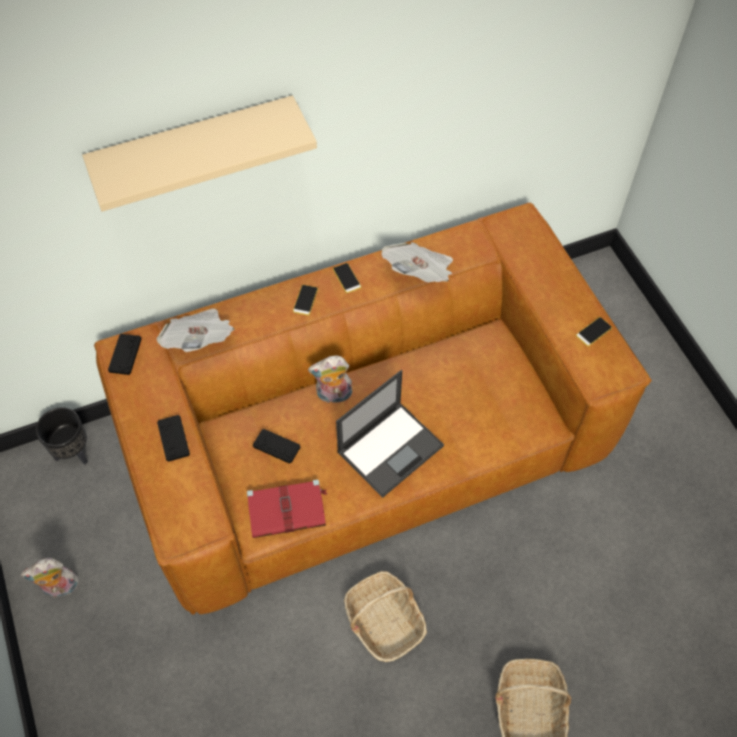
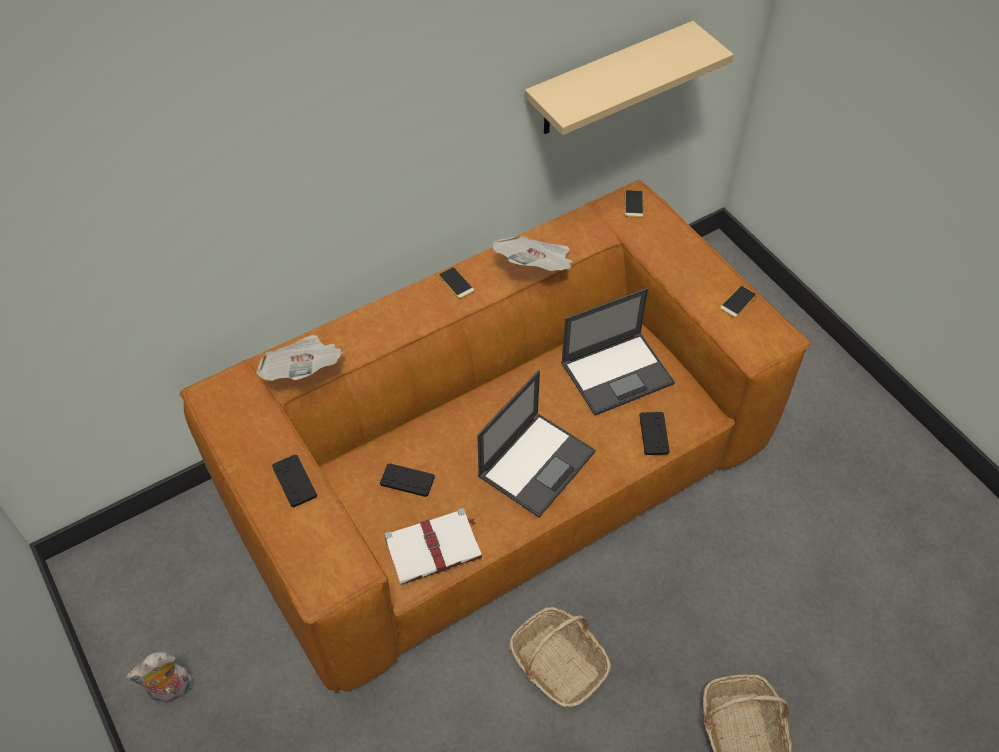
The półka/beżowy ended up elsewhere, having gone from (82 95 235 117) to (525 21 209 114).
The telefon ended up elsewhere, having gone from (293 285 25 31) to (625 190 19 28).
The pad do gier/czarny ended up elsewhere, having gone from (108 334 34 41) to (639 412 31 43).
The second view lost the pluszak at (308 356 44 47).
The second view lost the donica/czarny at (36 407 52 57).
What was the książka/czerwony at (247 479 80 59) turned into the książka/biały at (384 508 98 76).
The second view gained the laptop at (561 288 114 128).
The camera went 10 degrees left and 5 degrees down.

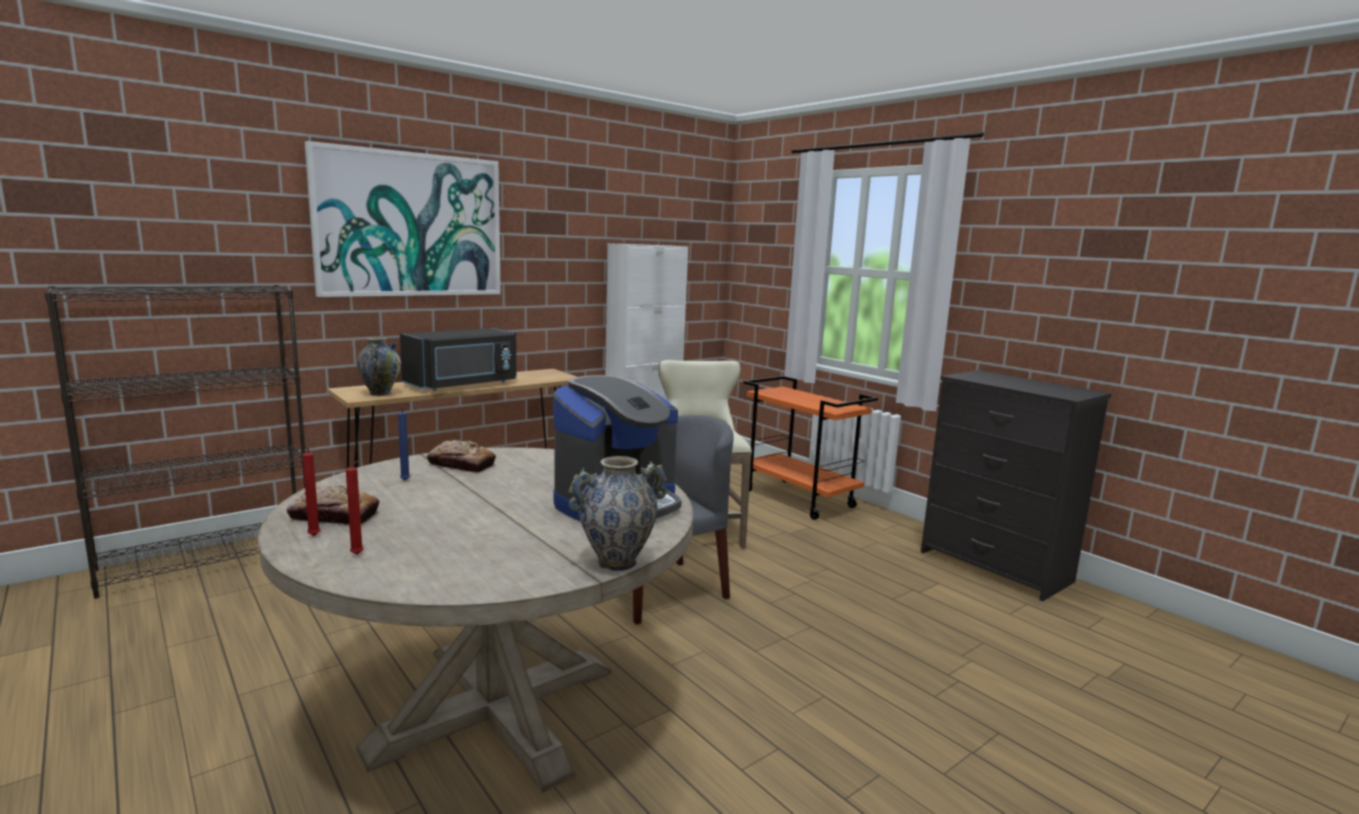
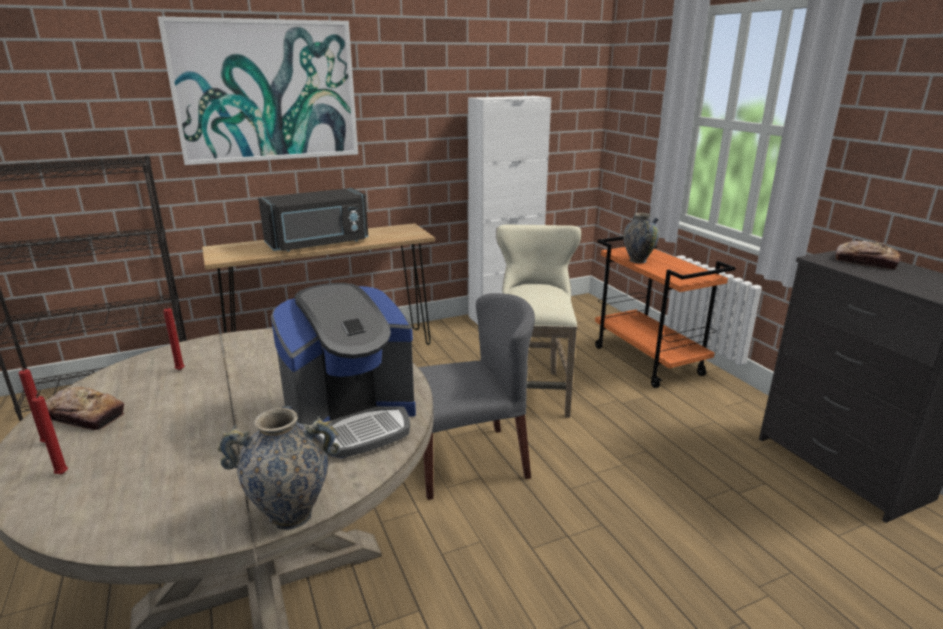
The wazon ended up elsewhere, having gone from (357 337 44 59) to (623 213 36 50).
What was the świeca/niebieski at (398 407 12 74) turned into the świeca/czerwony at (162 305 22 65).
The chleb ended up elsewhere, having gone from (427 440 69 32) to (835 241 66 28).
The camera went 15 degrees right and 10 degrees up.

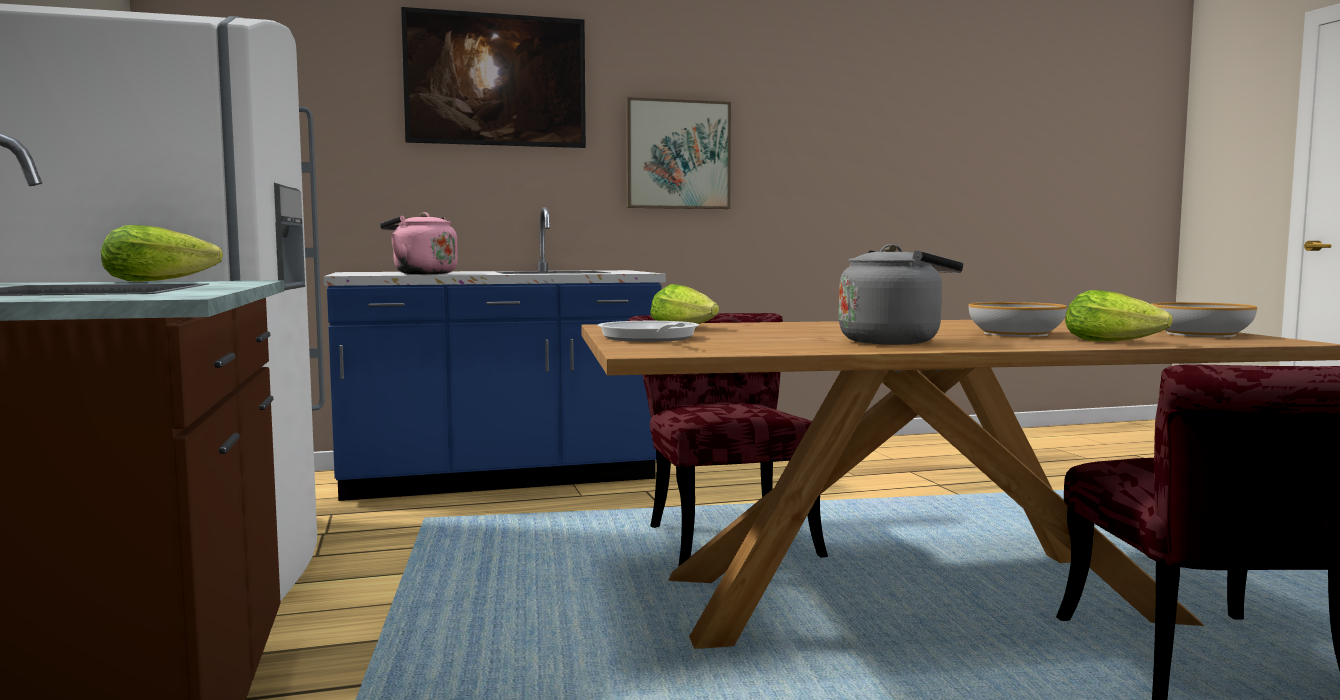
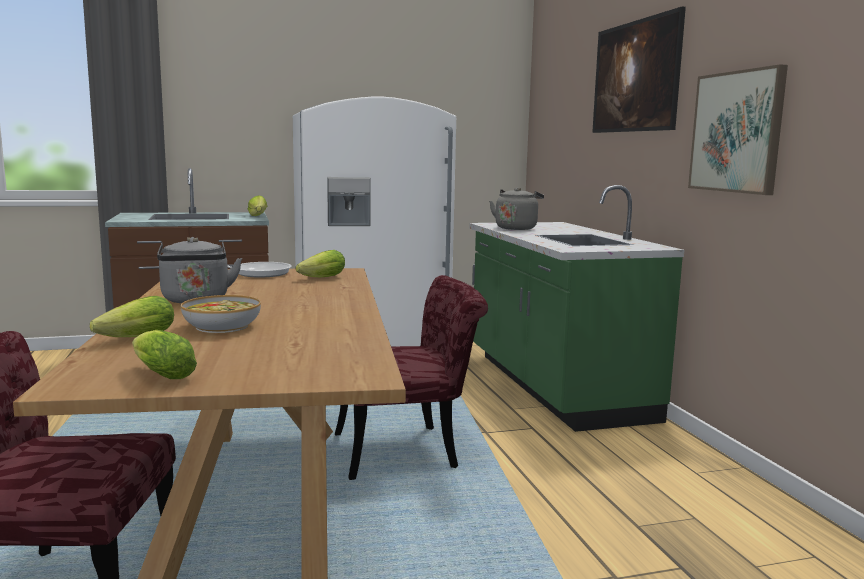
What was the zabudowa kuchenna/niebieski at (324 207 342 294) turned into the zabudowa kuchenna/zielony at (469 185 215 247).
What was the czajnik/różowy at (380 212 78 62) turned into the czajnik/szary at (489 187 55 43).
Where the miska stood at (1151 302 106 35), the sałata came to stand at (132 330 65 49).
The camera went 90 degrees right and 5 degrees up.

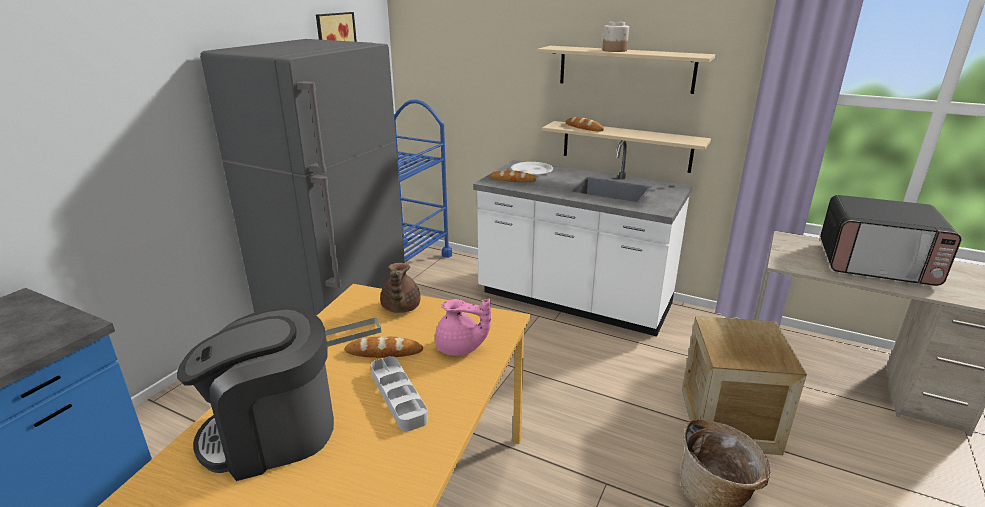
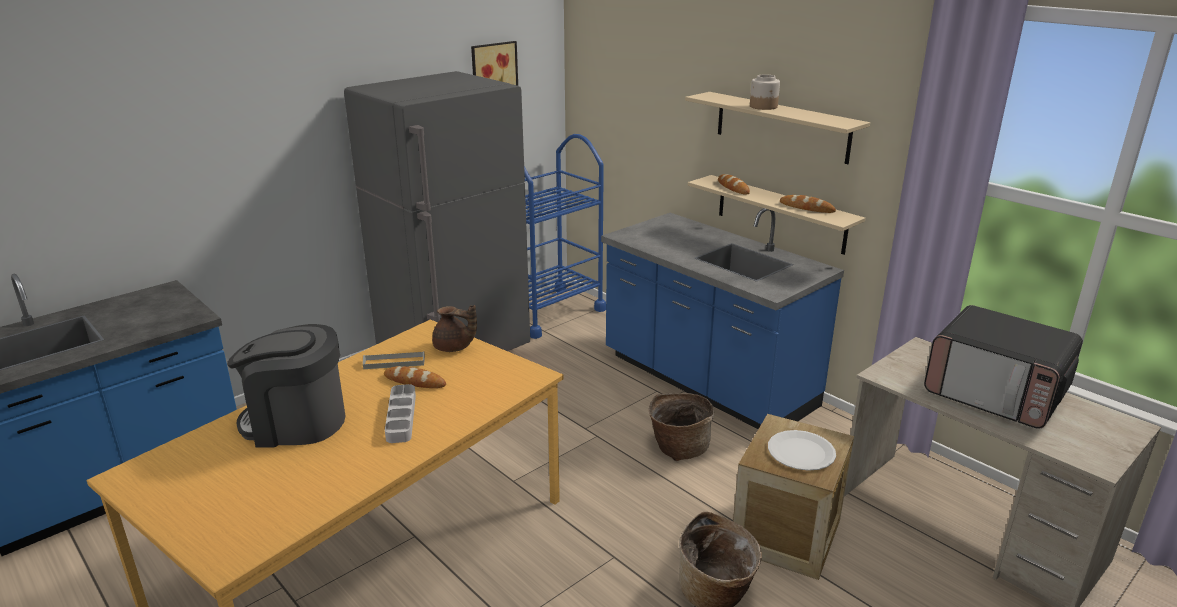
What was the zabudowa kuchenna/biały at (473 140 219 197) turned into the zabudowa kuchenna/niebieski at (601 208 243 221).
The talerz/biały ended up elsewhere, having gone from (511 162 42 13) to (768 430 68 41).
The chleb ended up elsewhere, having gone from (490 170 46 12) to (780 195 56 18).
The imbryk/brązowy at (380 263 41 50) ended up facing another way, 90 degrees counterclockwise from before.
The second view lost the imbryk/różowy at (435 299 56 57).
The second view gained the koszyk at (649 393 65 68).
The camera went 20 degrees right and 0 degrees up.

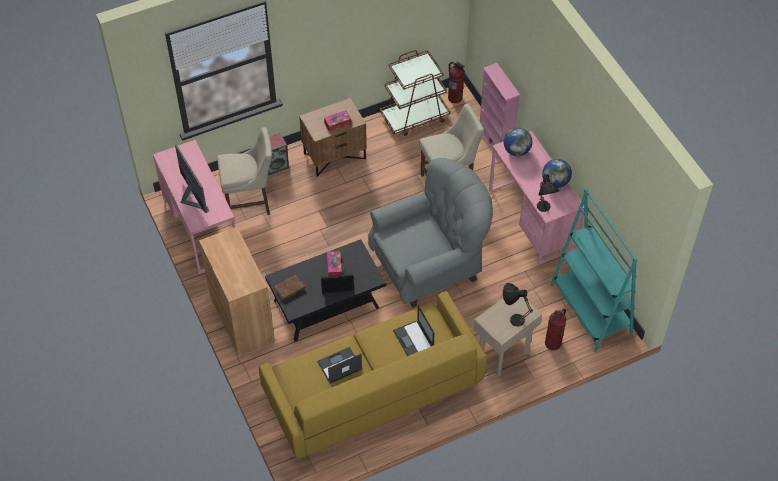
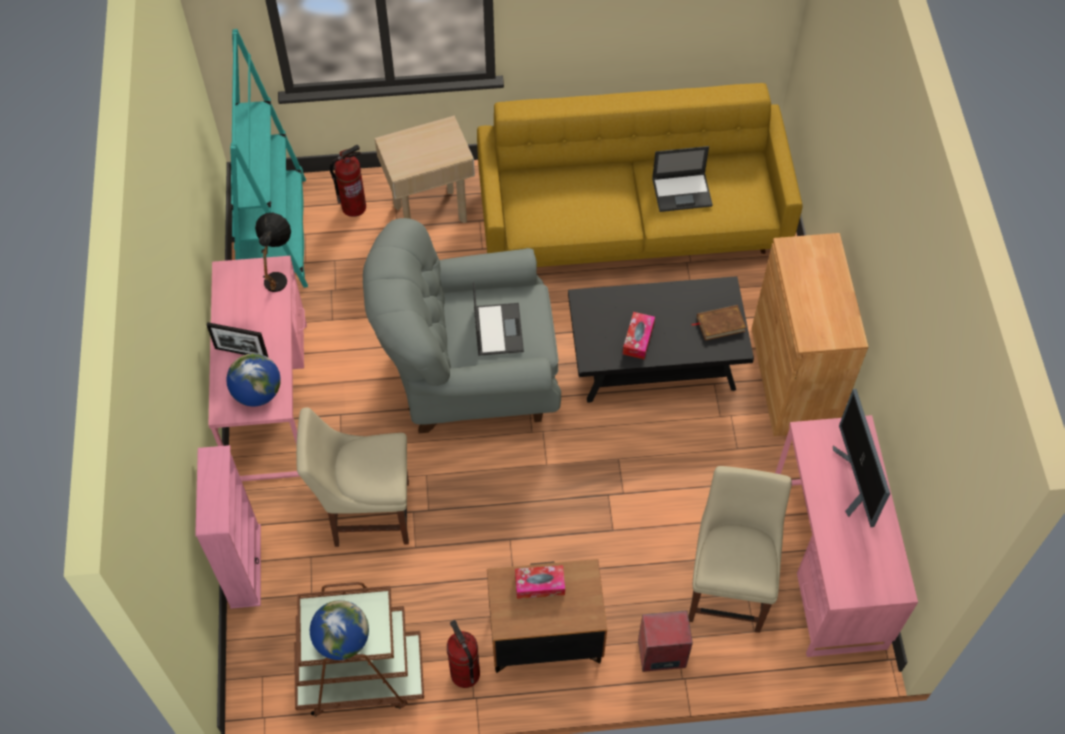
The gaśnica ended up elsewhere, having gone from (448 61 17 42) to (447 620 33 68).
The krzesło/beżowy at (217 127 55 88) ended up facing another way, 90 degrees clockwise from before.
The globus ended up elsewhere, having gone from (542 159 30 29) to (310 600 59 60).
The ramka na zdjęcie ended up elsewhere, having gone from (321 274 33 20) to (207 322 61 35).
The second view lost the lampa stołowa/czarny at (503 283 30 44).
The laptop ended up elsewhere, having gone from (393 305 42 51) to (473 282 51 74).
The camera went 160 degrees left and 5 degrees up.

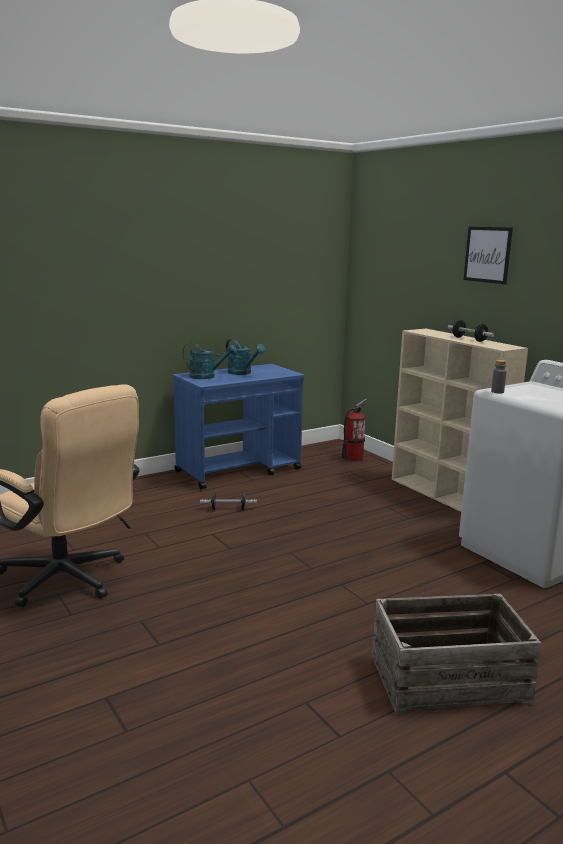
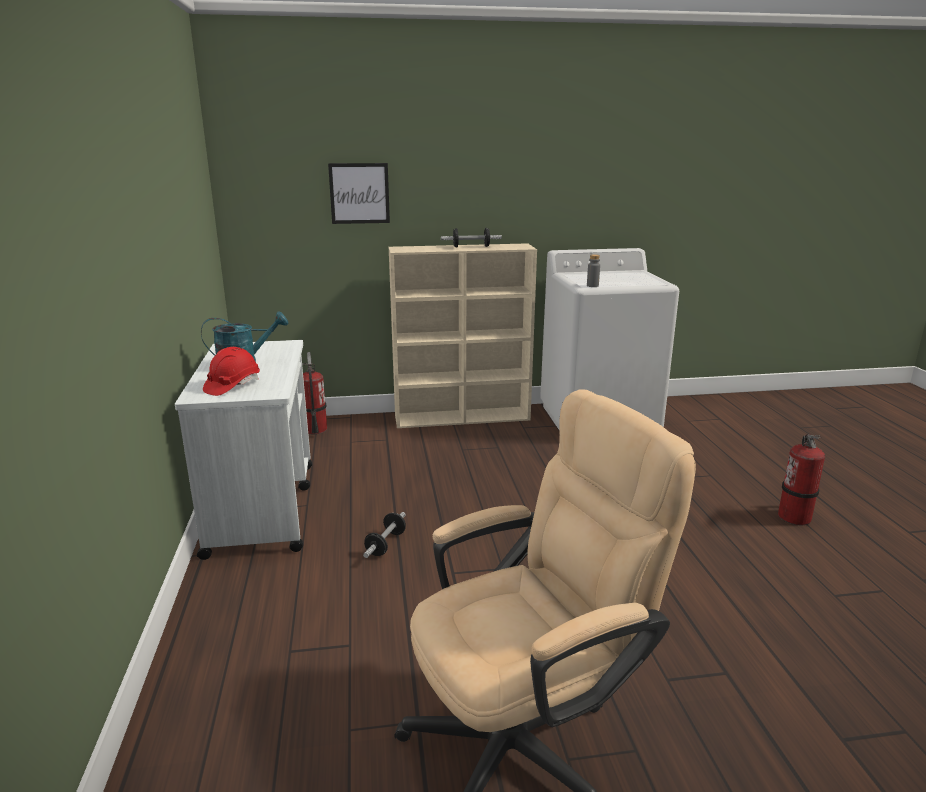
The obraz ended up elsewhere, having gone from (463 227 50 57) to (328 163 62 61).
Where the konewka/turkusowy stood at (182 343 55 36), the kask/czerwony came to stand at (203 347 57 49).
What was the wózek/niebieski at (173 364 132 125) turned into the wózek/biały at (175 340 137 220).
Where the skrzynka stood at (372 594 170 120), the gaśnica came to stand at (778 434 47 91).
The camera went 65 degrees left and 5 degrees up.

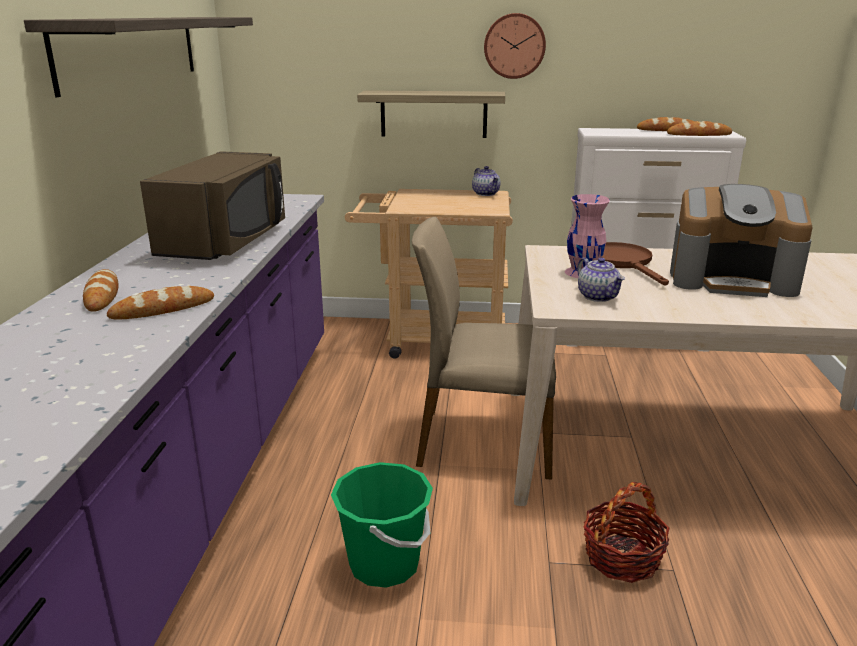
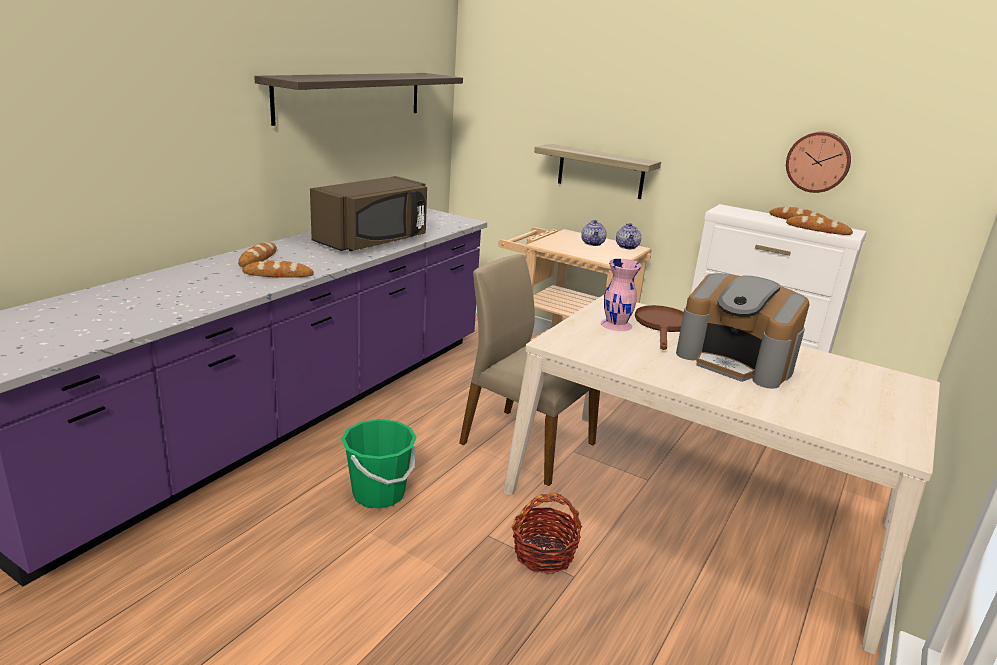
The zegar ścienny ended up elsewhere, having gone from (484 13 62 66) to (786 132 65 61).
The imbryk ended up elsewhere, having gone from (577 257 48 45) to (581 220 26 26).
The camera went 25 degrees right and 0 degrees up.

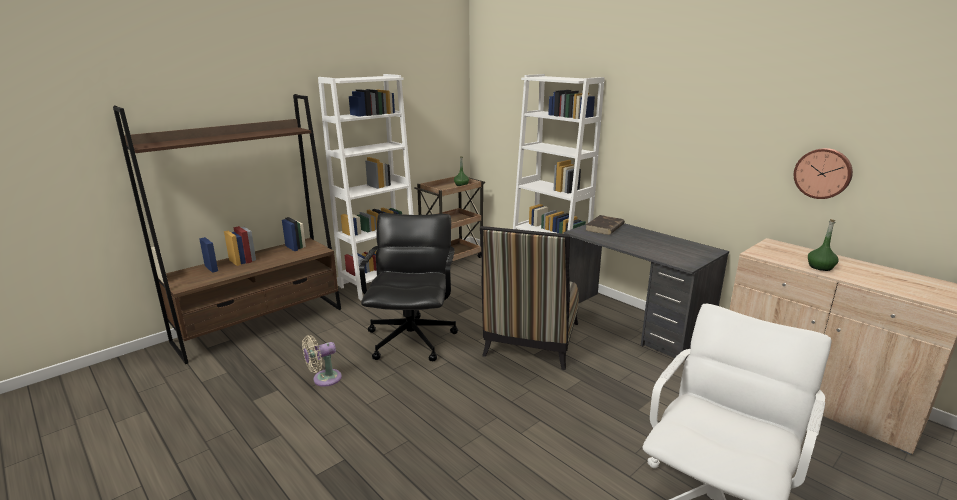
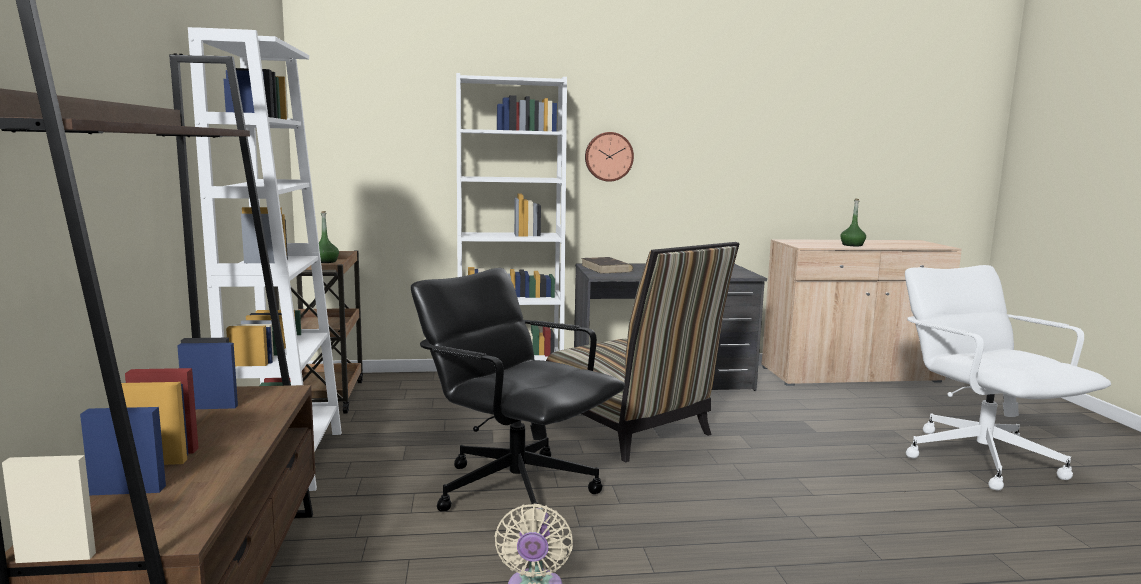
The zegar ścienny ended up elsewhere, having gone from (794 148 59 51) to (585 132 49 50).
The camera went 55 degrees left and 10 degrees down.

